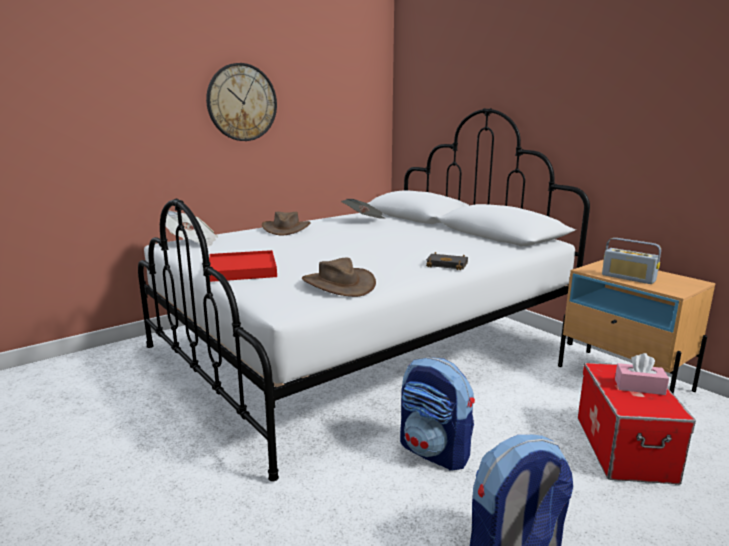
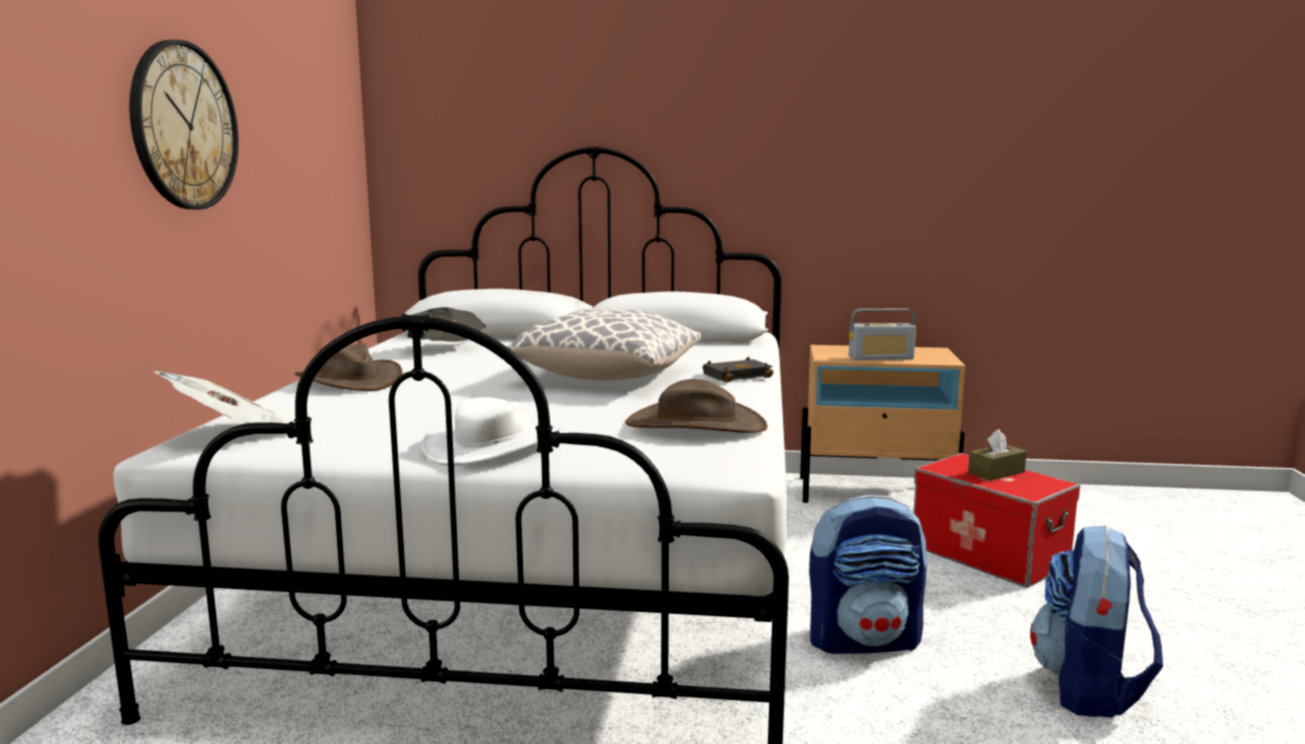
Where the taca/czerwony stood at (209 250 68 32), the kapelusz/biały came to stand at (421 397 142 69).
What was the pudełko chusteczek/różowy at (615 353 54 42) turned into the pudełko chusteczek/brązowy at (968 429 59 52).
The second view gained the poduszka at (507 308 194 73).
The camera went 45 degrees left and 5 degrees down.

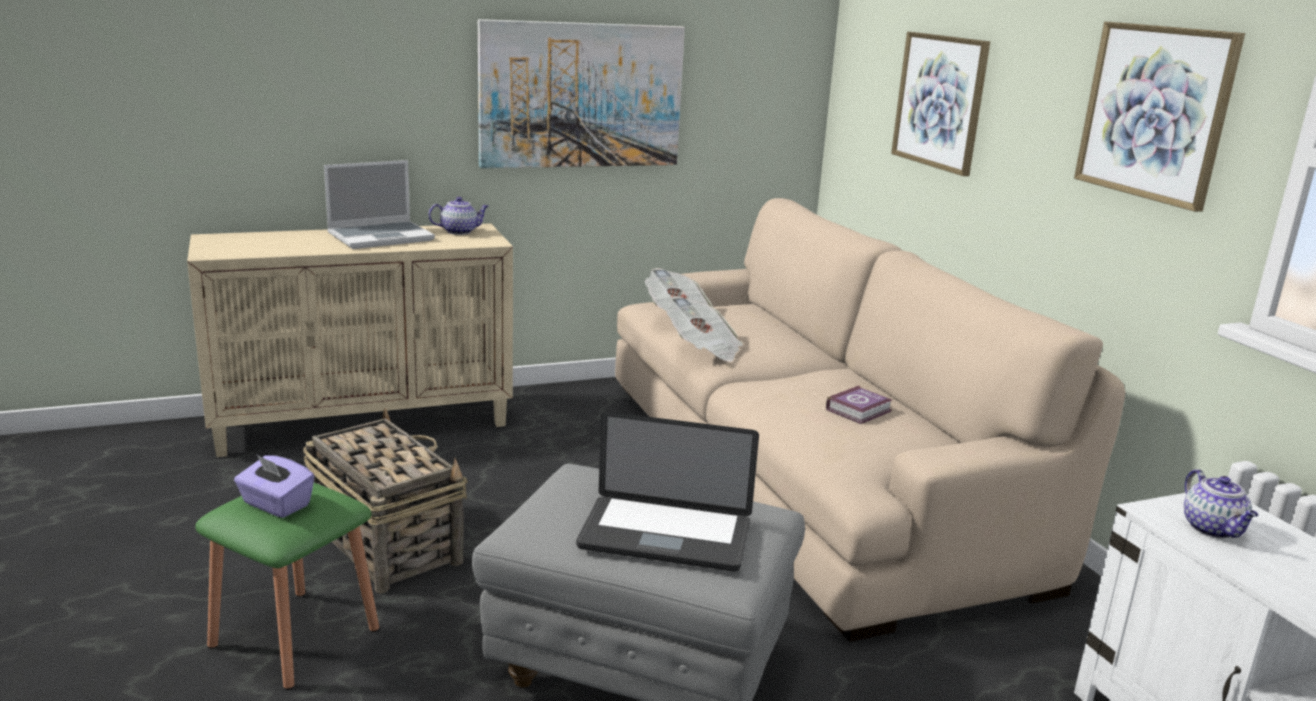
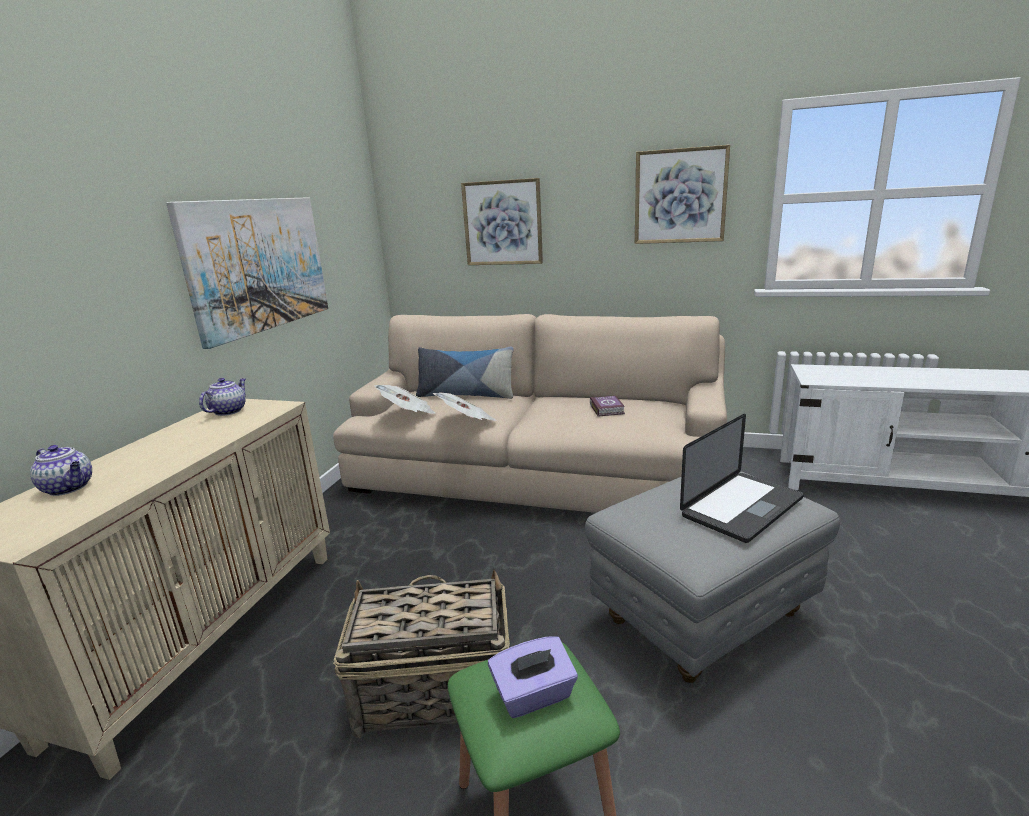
The second view lost the laptop at (324 160 111 89).
The imbryk ended up elsewhere, having gone from (1184 469 74 70) to (30 445 62 51).
The second view gained the poduszka at (416 347 98 52).
The camera went 50 degrees left and 0 degrees up.

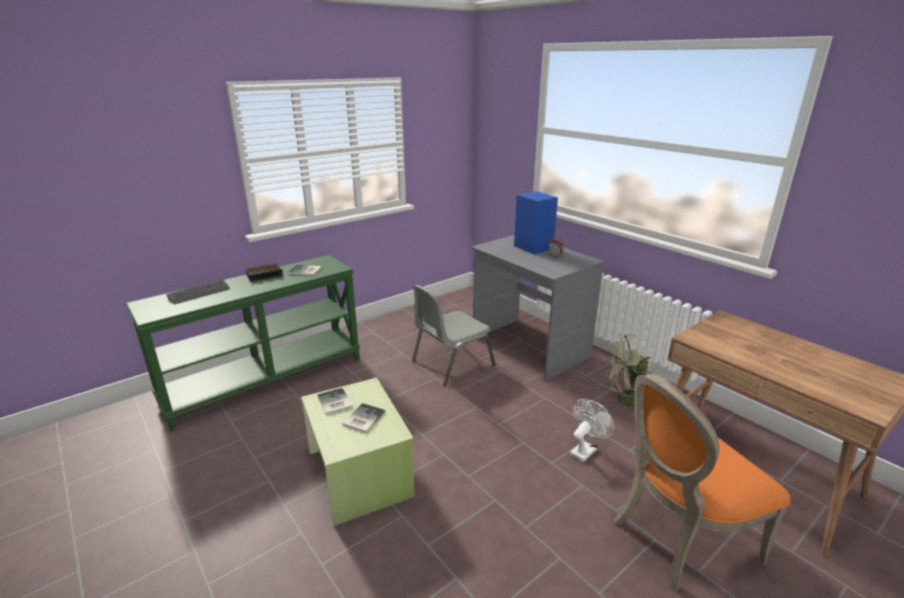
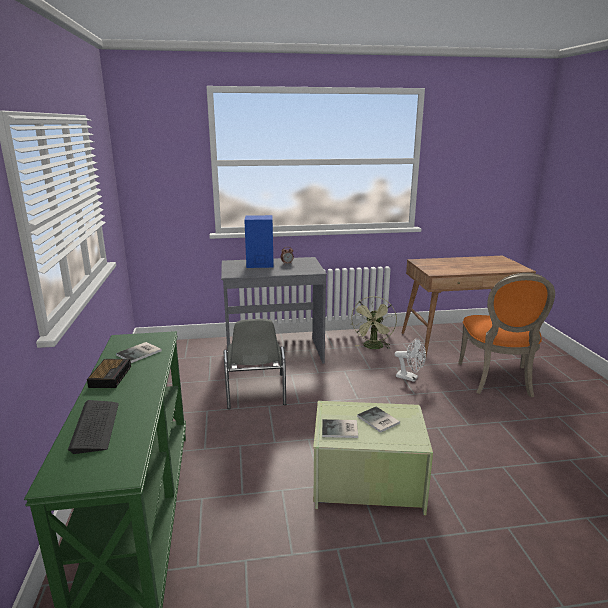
The wentylator/biały at (570 399 45 63) ended up facing another way, 135 degrees clockwise from before.
The camera went 60 degrees left and 5 degrees down.

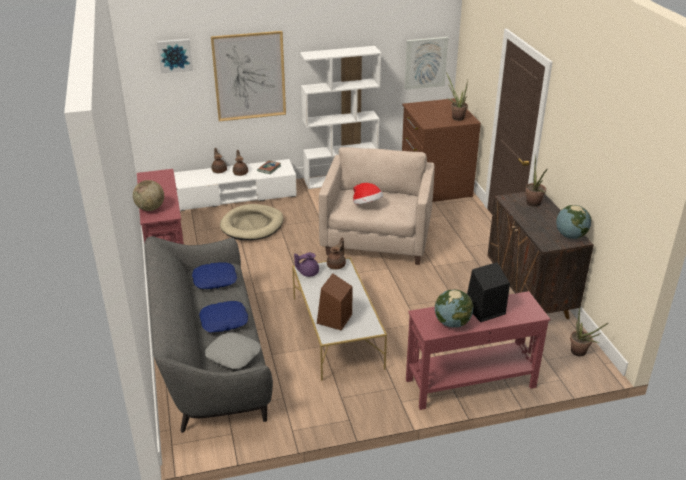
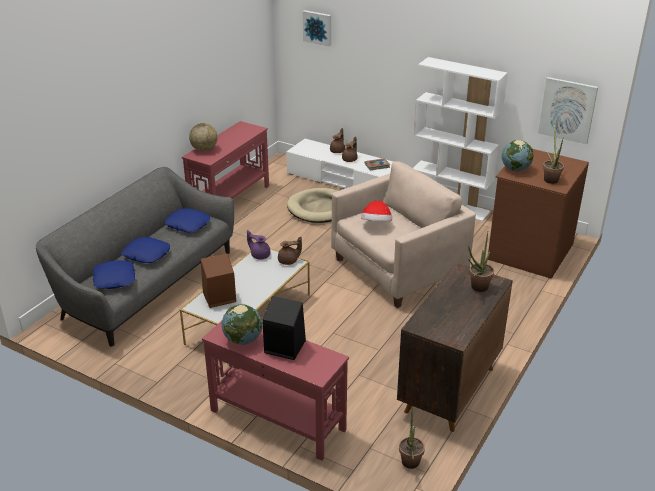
The second view lost the obraz at (211 31 75 90).
The globus ended up elsewhere, having gone from (556 205 35 34) to (502 140 32 31).
What was the poduszka/szary at (205 332 56 37) turned into the poduszka/niebieski at (93 260 42 29).
The camera went 45 degrees right and 0 degrees up.

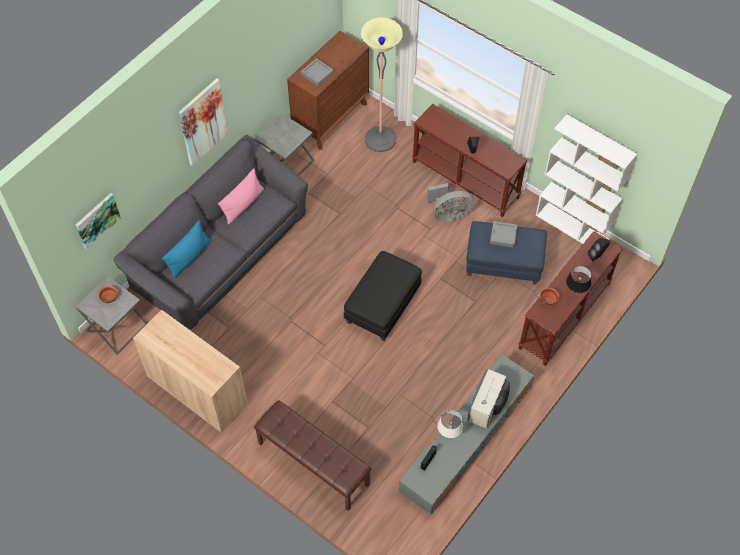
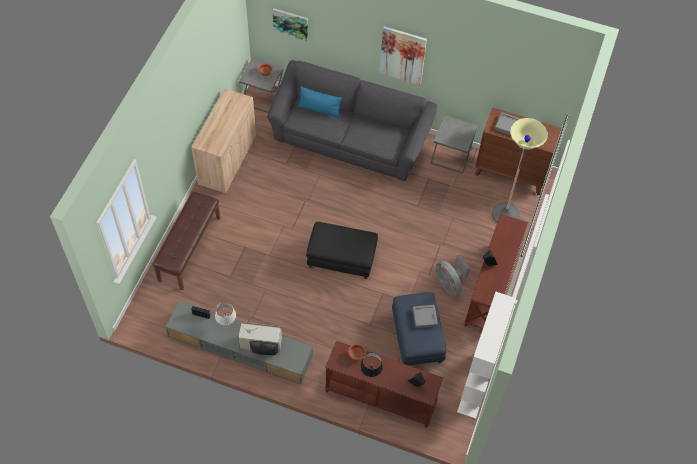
The second view lost the poduszka/różowy at (218 168 46 56).
The camera went 70 degrees right and 0 degrees up.

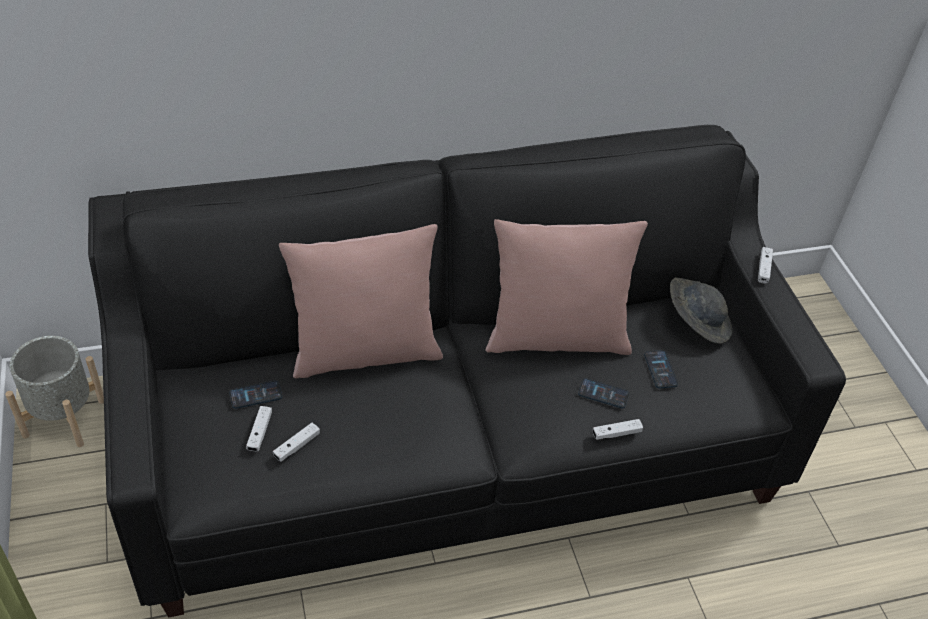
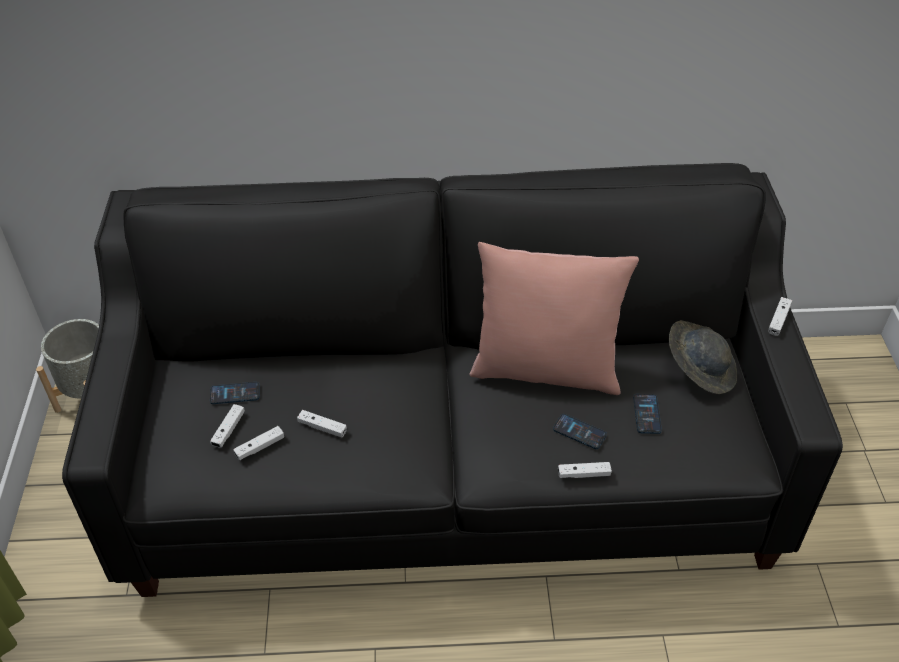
The second view lost the poduszka/różowy at (279 224 164 154).
The second view gained the pad do gier/biały at (297 410 50 27).
The camera went 15 degrees right and 0 degrees up.

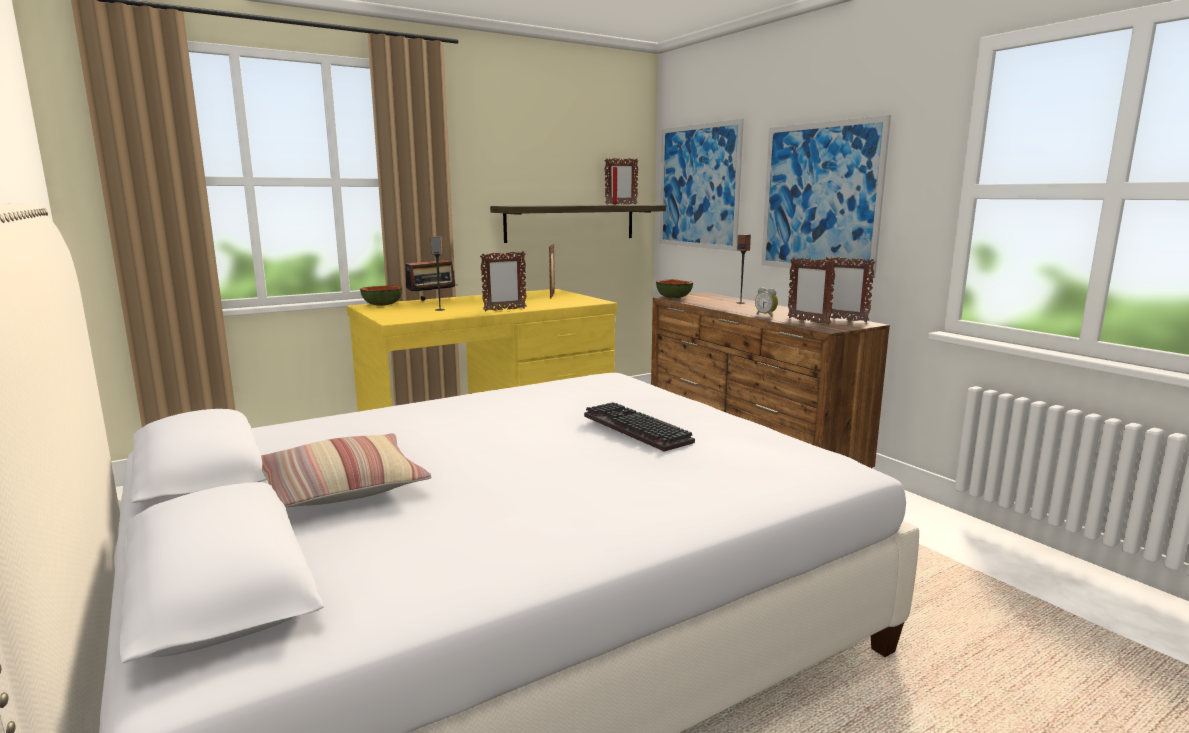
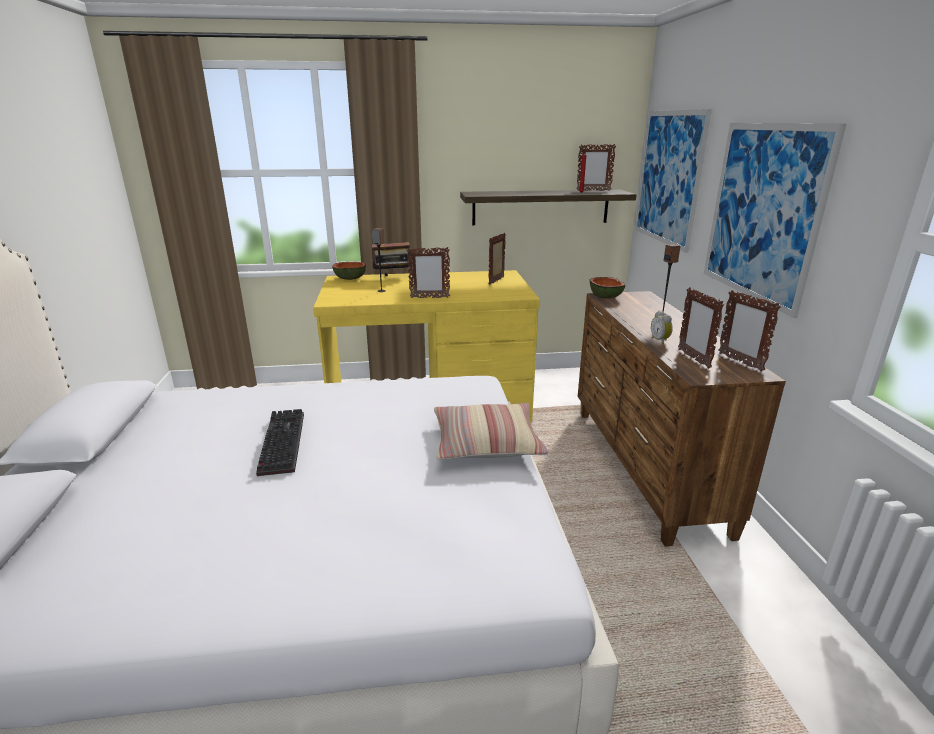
The klawiatura ended up elsewhere, having gone from (584 402 111 50) to (256 409 48 67).
The poduszka ended up elsewhere, having gone from (261 433 171 75) to (434 403 115 57).
The camera went 25 degrees right and 10 degrees up.

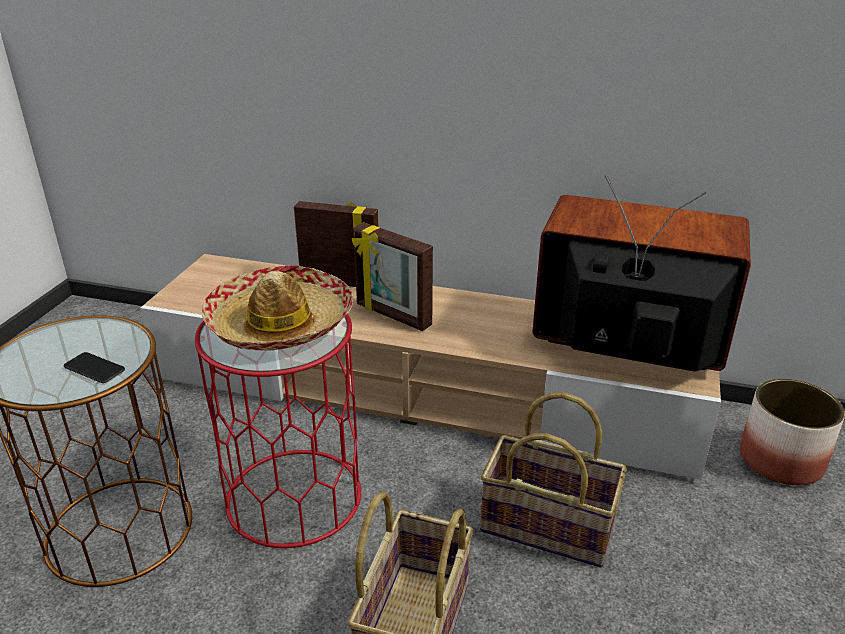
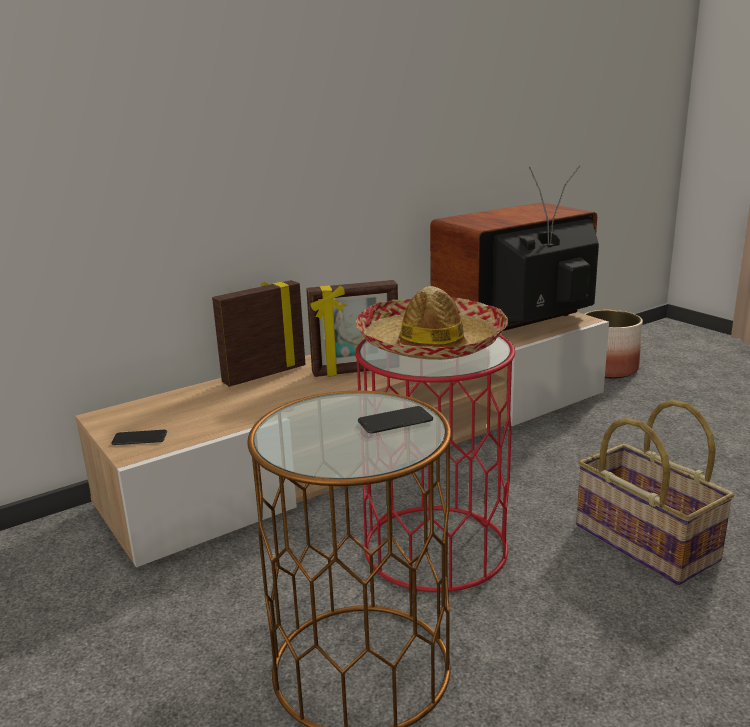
The second view lost the koszyk at (480 392 147 175).
The second view gained the telefon at (111 430 56 15).
The camera went 50 degrees left and 10 degrees down.

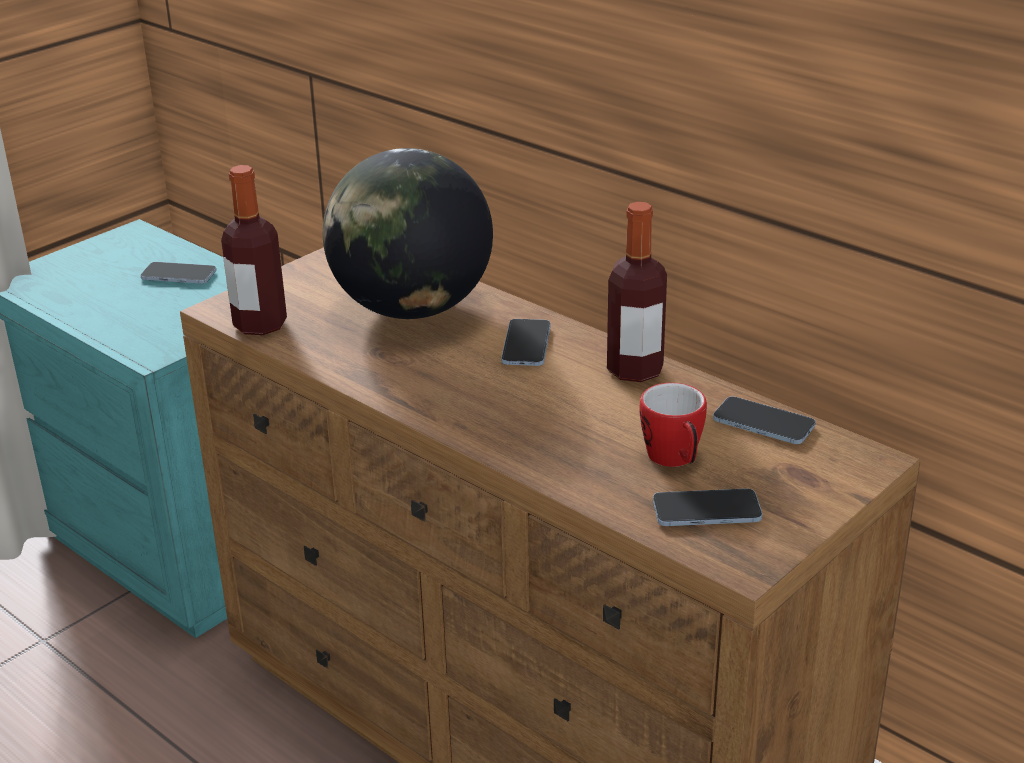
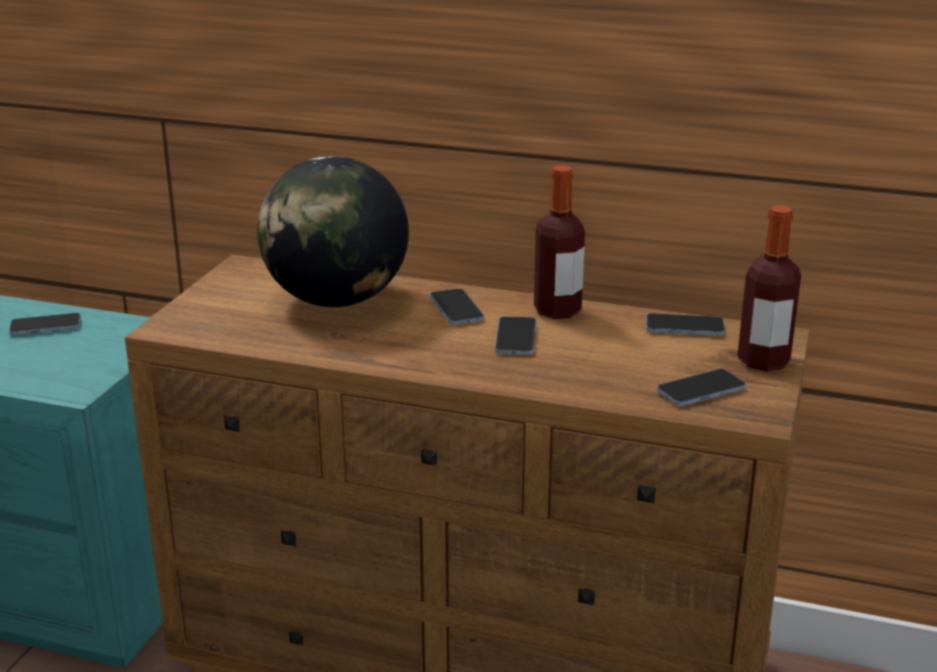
The butelka ended up elsewhere, having gone from (221 165 66 170) to (737 205 64 166).
The second view lost the kubek at (639 383 68 84).
The second view gained the telefon at (495 316 41 39).
The camera went 25 degrees left and 5 degrees down.

